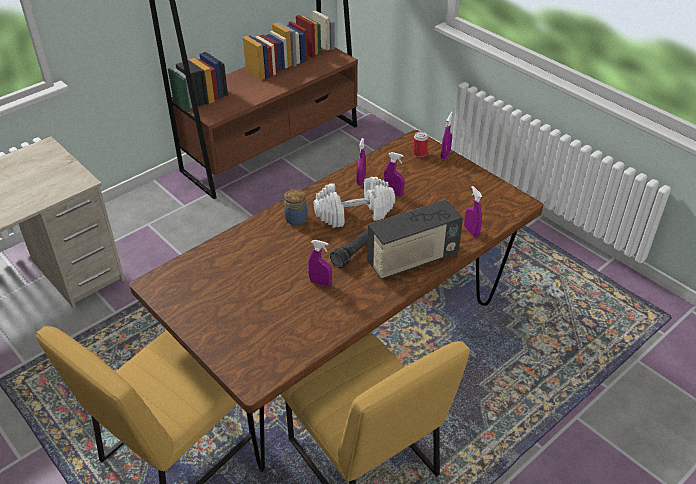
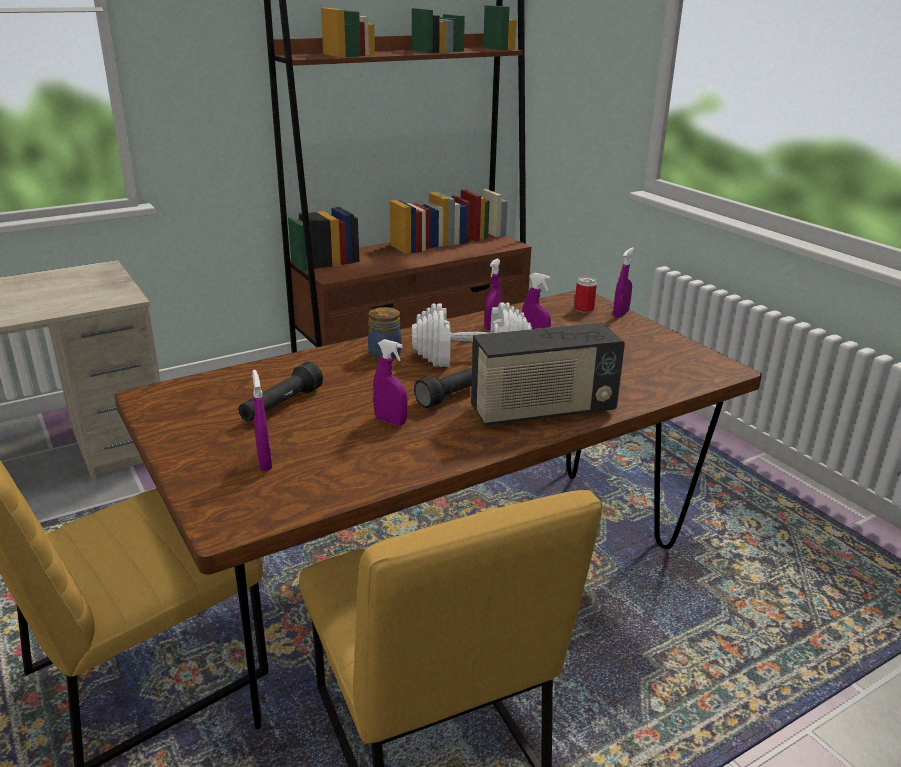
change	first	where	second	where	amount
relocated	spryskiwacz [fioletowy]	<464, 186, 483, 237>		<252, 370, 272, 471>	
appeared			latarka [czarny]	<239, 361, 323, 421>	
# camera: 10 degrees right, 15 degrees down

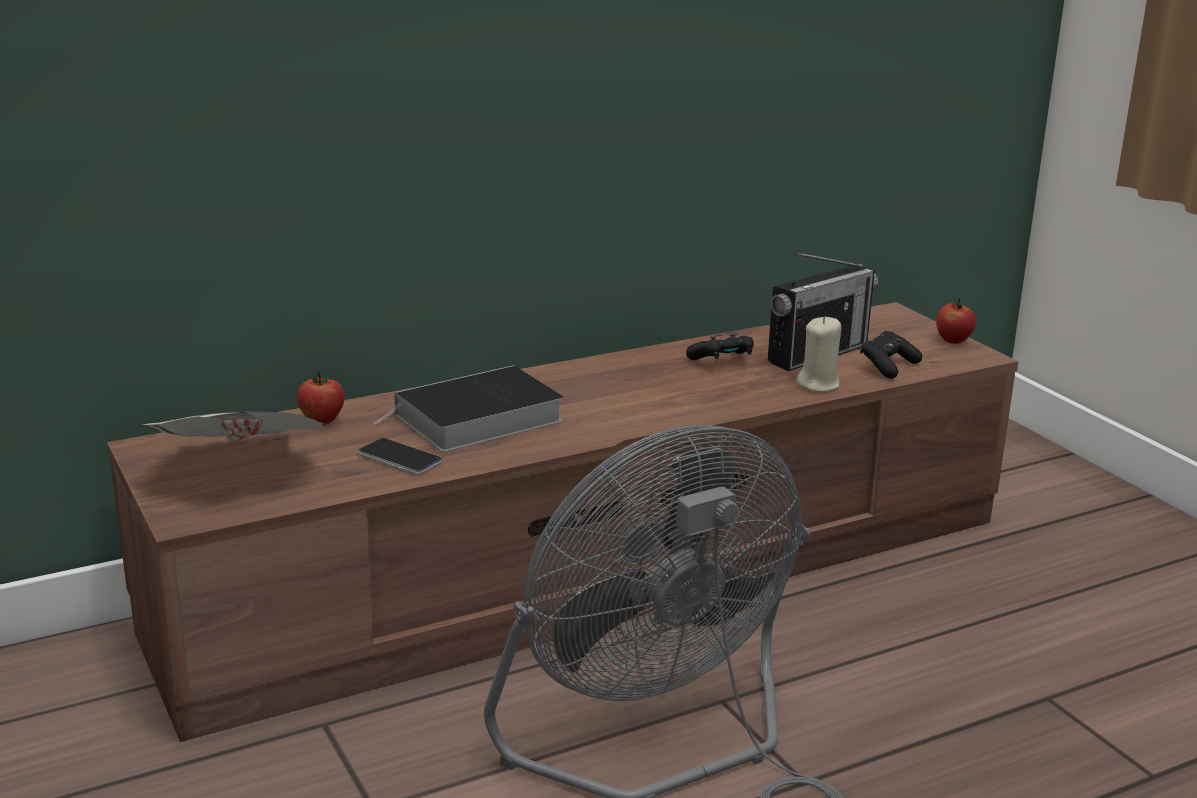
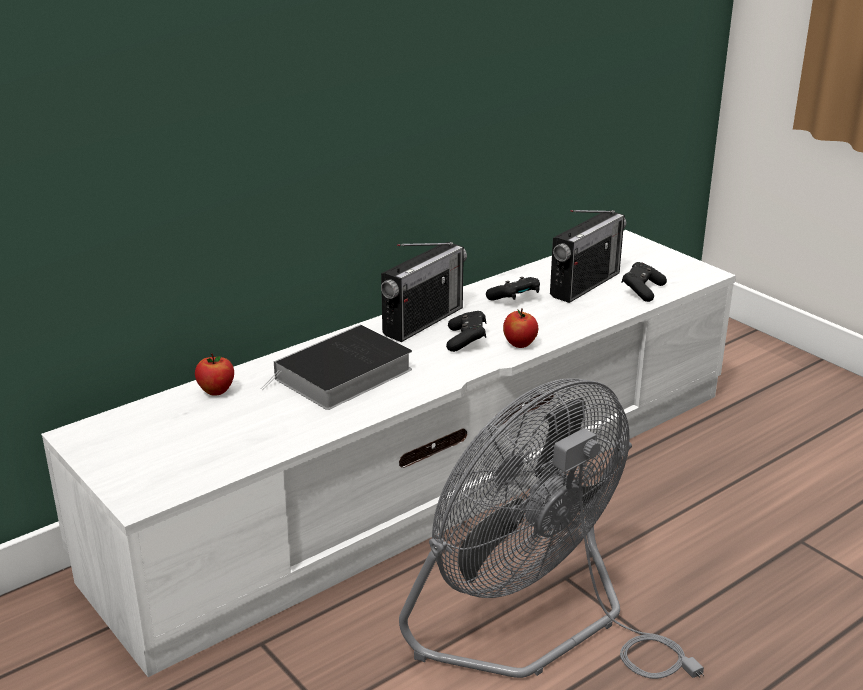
change	first	where	second	where	amount
relocated	jabłko	<936, 298, 976, 344>		<503, 308, 538, 348>	
colour	szafka pod telewizor [brązowy]	<107, 302, 1018, 742>	szafka pod telewizor [biały]	<41, 230, 736, 677>	
missing	świeca [beżowy]	<796, 316, 842, 392>			
missing	gazeta	<142, 411, 326, 443>			
missing	telefon	<357, 438, 443, 475>			
appeared			radio	<381, 242, 467, 342>	
appeared			pad do gier [czarny]	<446, 311, 487, 352>	
# camera: 10 degrees left, 5 degrees up

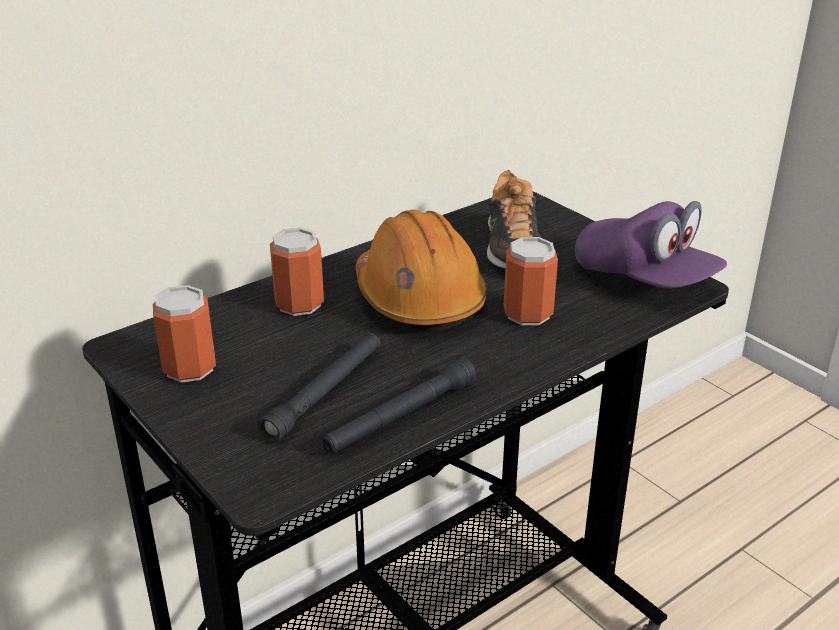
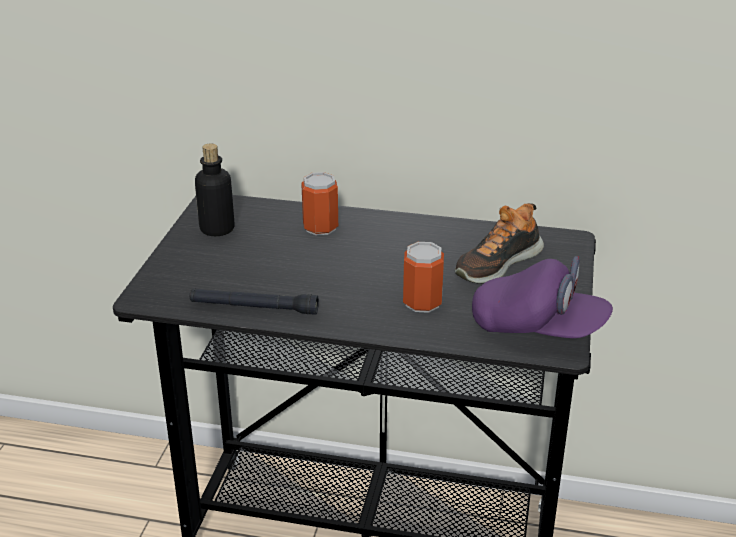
change	first	where	second	where	amount
spun	czapka z daszkiem [fioletowy]	<575, 201, 727, 288>		<472, 256, 613, 338>	75 degrees counterclockwise
missing	kask [pomarańczowy]	<356, 210, 487, 330>			
exchanged	puszka	<153, 285, 216, 383>	butelka	<195, 144, 235, 236>	
missing	latarka [czarny]	<258, 333, 380, 442>			
# camera: 50 degrees right, 0 degrees up

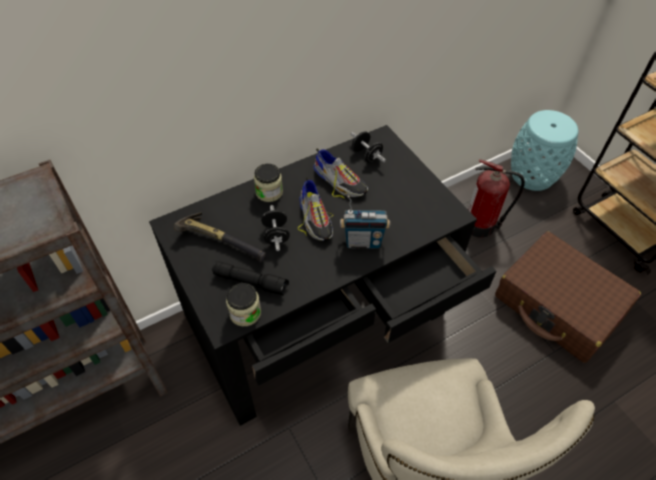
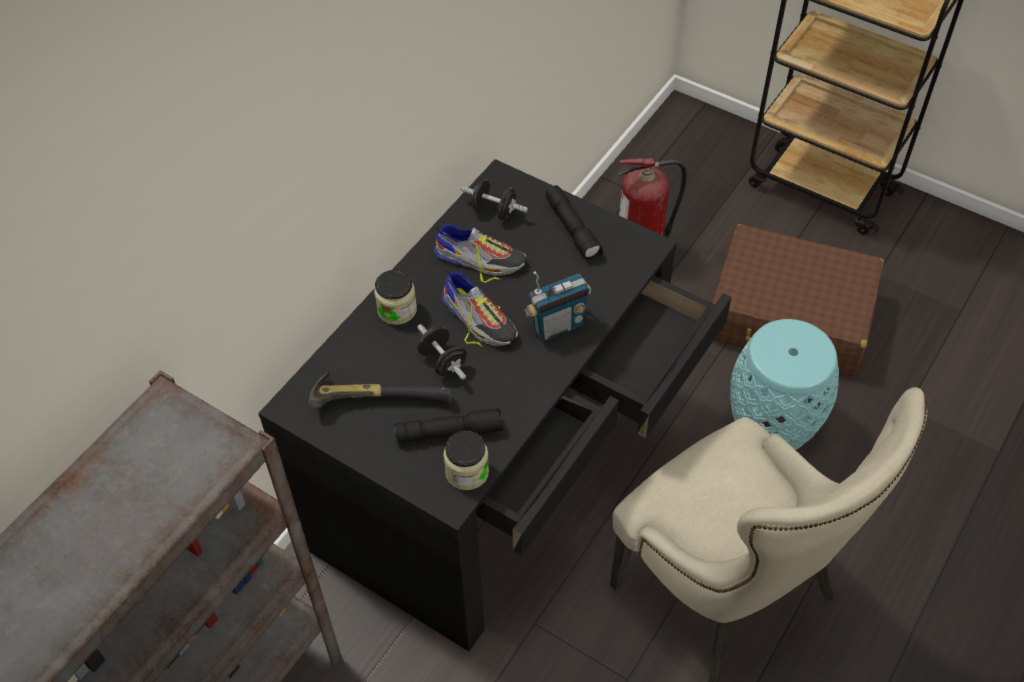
change	first	where	second	where	amount
relocated	stołek [turkusowy]	<511, 110, 578, 191>		<730, 319, 839, 450>	
appeared			latarka [czarny]	<546, 185, 603, 261>	
# camera: 25 degrees left, 0 degrees up

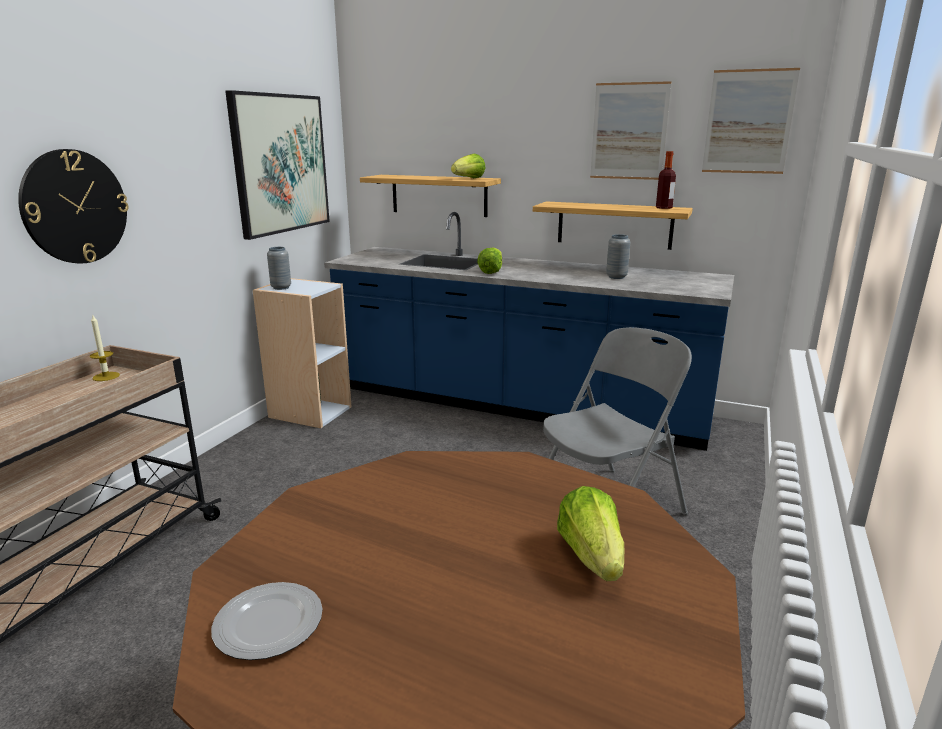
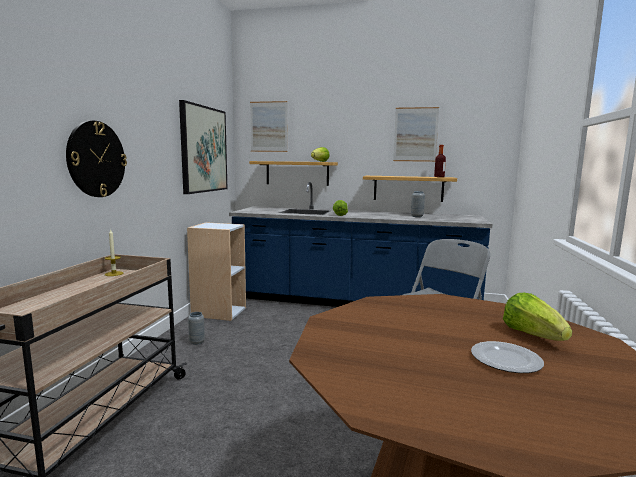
change	first	where	second	where	amount
relocated	obraz	<702, 68, 800, 174>		<250, 101, 288, 152>	
relocated	wazon [szary]	<267, 247, 291, 290>		<188, 312, 205, 345>	
relocated	talerz	<211, 582, 323, 660>		<471, 341, 544, 373>	
# camera: 10 degrees left, 10 degrees down

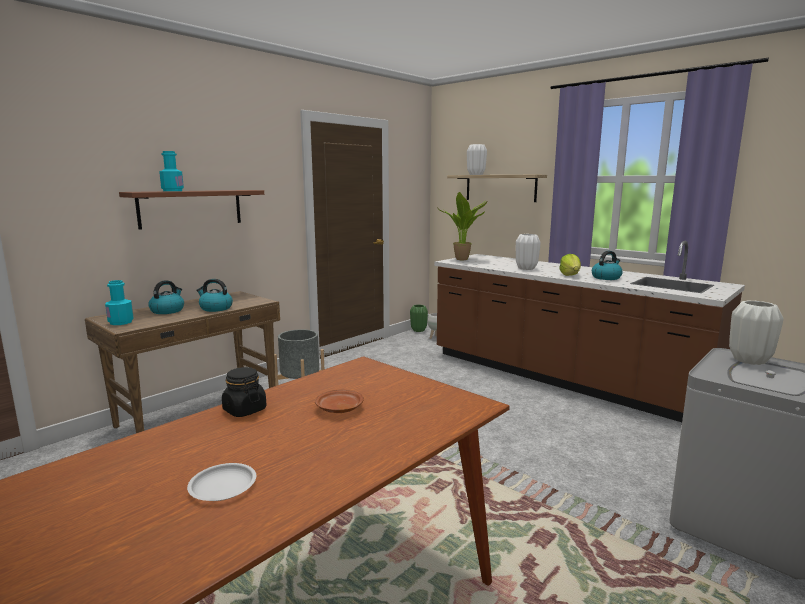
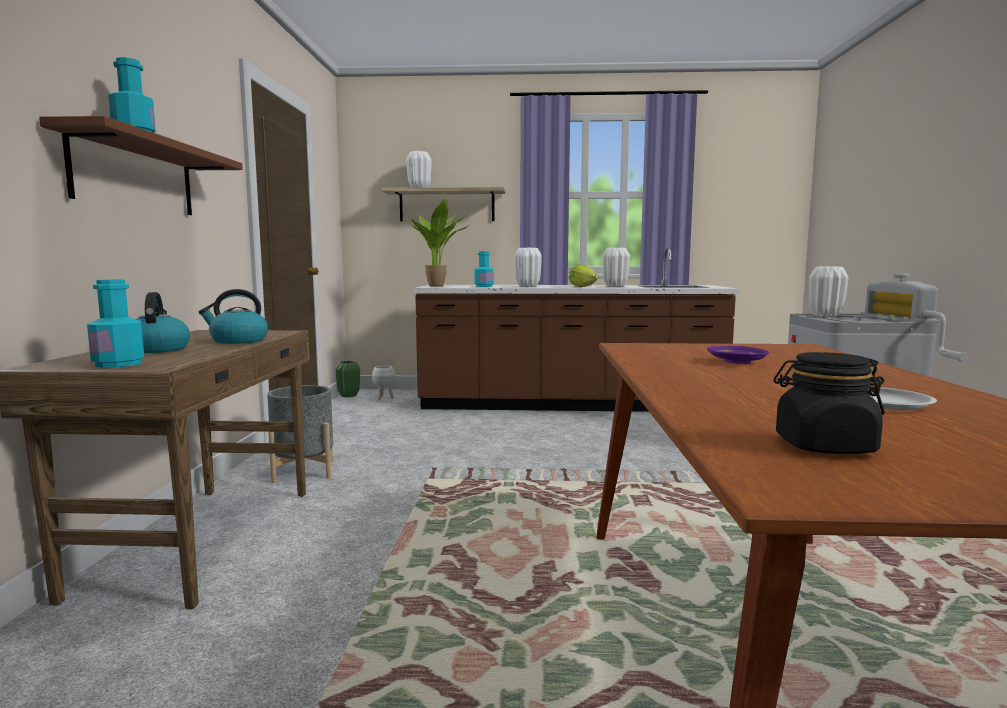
change	first	where	second	where	amount
exchanged	czajnik	<592, 251, 623, 280>	wazon [biały]	<602, 248, 630, 287>	
relocated	słoik [czarny]	<222, 367, 267, 417>		<773, 352, 885, 454>	
colour	talerz [brązowy]	<315, 389, 364, 413>	talerz [fioletowy]	<707, 346, 769, 364>	
appeared			butelka [turkusowy]	<474, 251, 494, 287>	
# camera: 40 degrees left, 5 degrees down

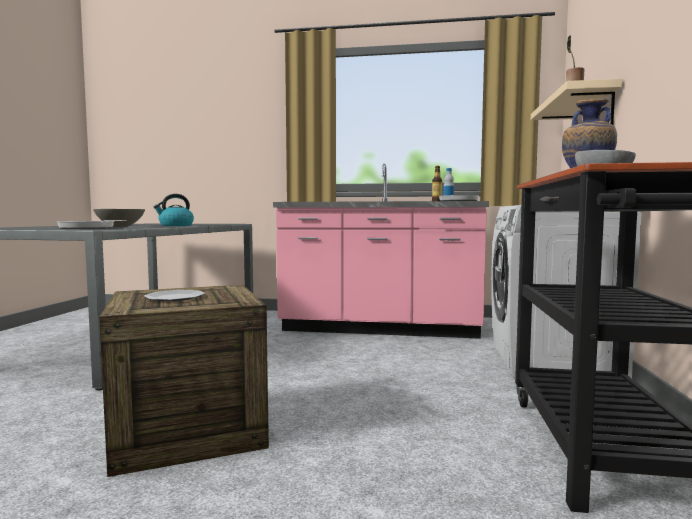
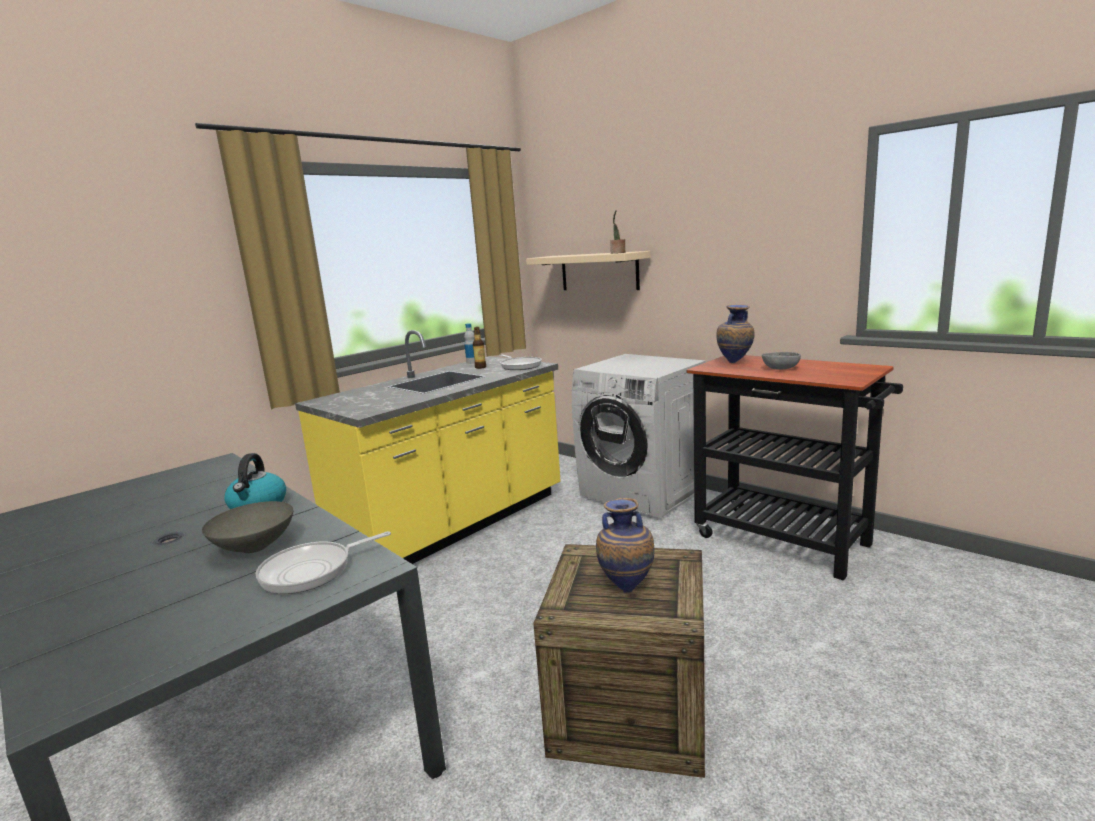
change	first	where	second	where	amount
colour	zabudowa kuchenna [różowy]	<273, 164, 489, 339>	zabudowa kuchenna [żółty]	<295, 330, 561, 564>	
exchanged	talerz	<144, 290, 205, 301>	wazon	<596, 498, 655, 593>	
# camera: 55 degrees left, 10 degrees up

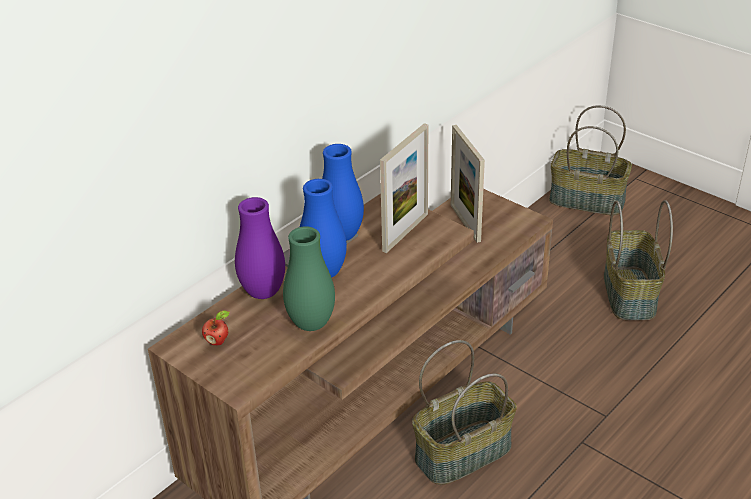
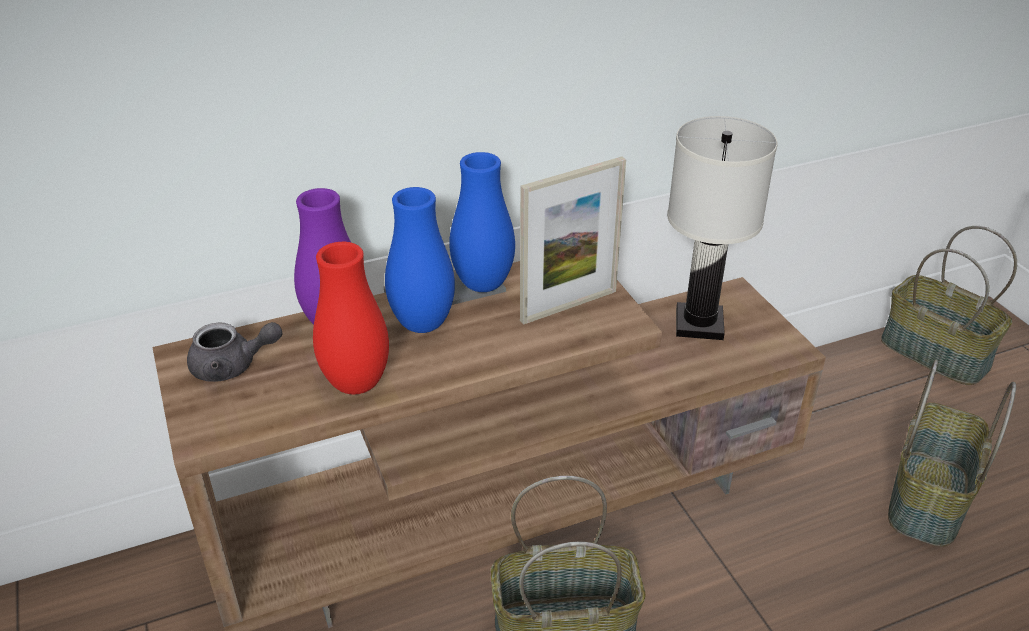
change	first	where	second	where	amount
exchanged	ramka na zdjęcie	<451, 125, 485, 243>	lampa stołowa [biały]	<667, 116, 777, 340>	
colour	wazon [zielony]	<283, 226, 335, 331>	wazon [czerwony]	<313, 242, 389, 395>	
exchanged	jabłko	<202, 311, 230, 345>	imbryk [szary]	<187, 322, 282, 382>	
# camera: 25 degrees right, 0 degrees up

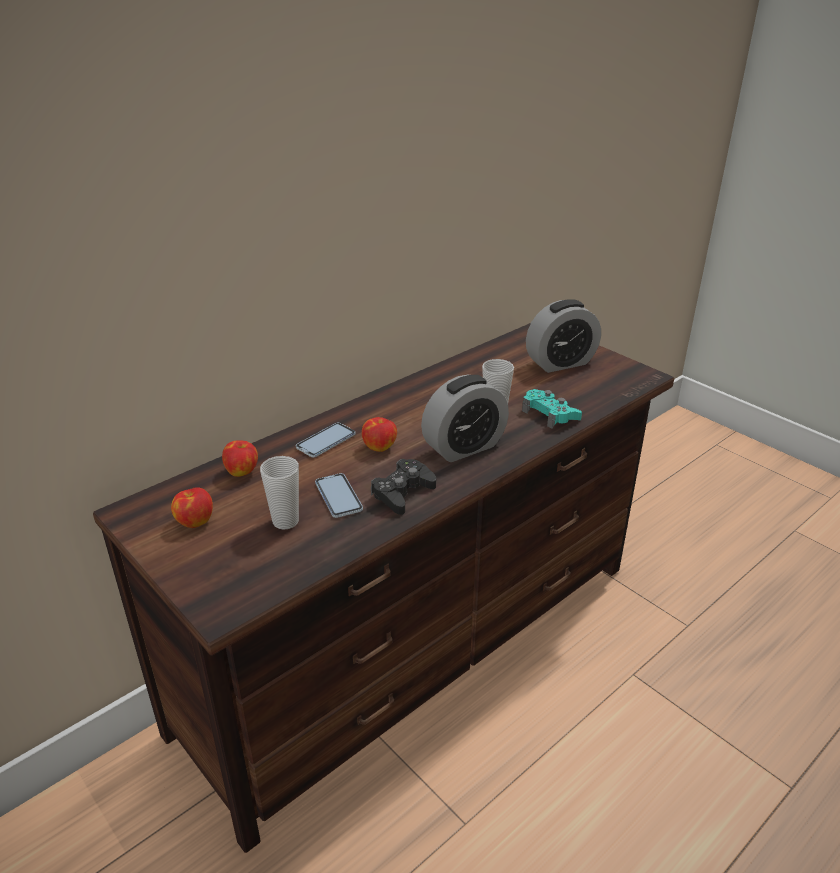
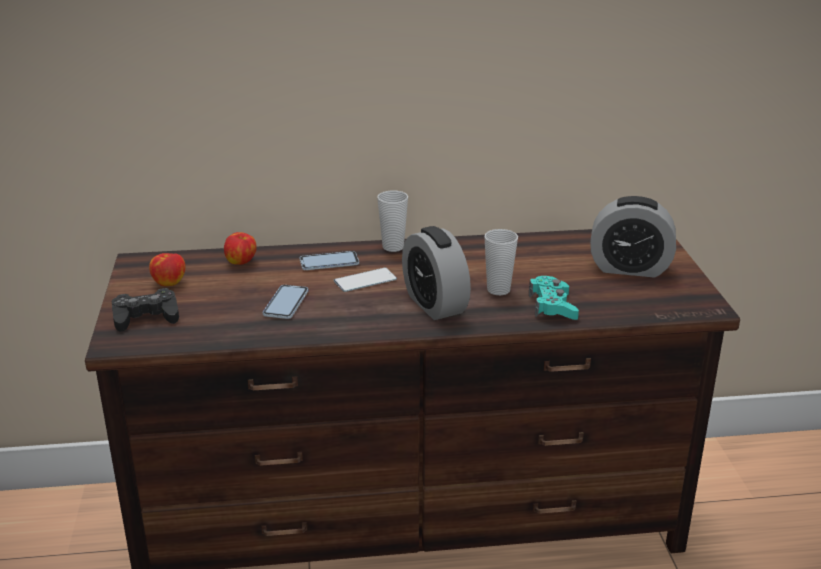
change	first	where	second	where	amount
spun	budzik	<421, 375, 509, 462>		<402, 226, 471, 320>	60 degrees clockwise
exchanged	jabłko	<362, 417, 397, 452>	telefon	<334, 268, 397, 292>	
relocated	filiżanka	<260, 456, 299, 530>		<377, 190, 408, 252>	
relocated	pad do gier [czarny]	<371, 459, 436, 515>		<112, 288, 179, 332>	
# camera: 35 degrees right, 5 degrees down

